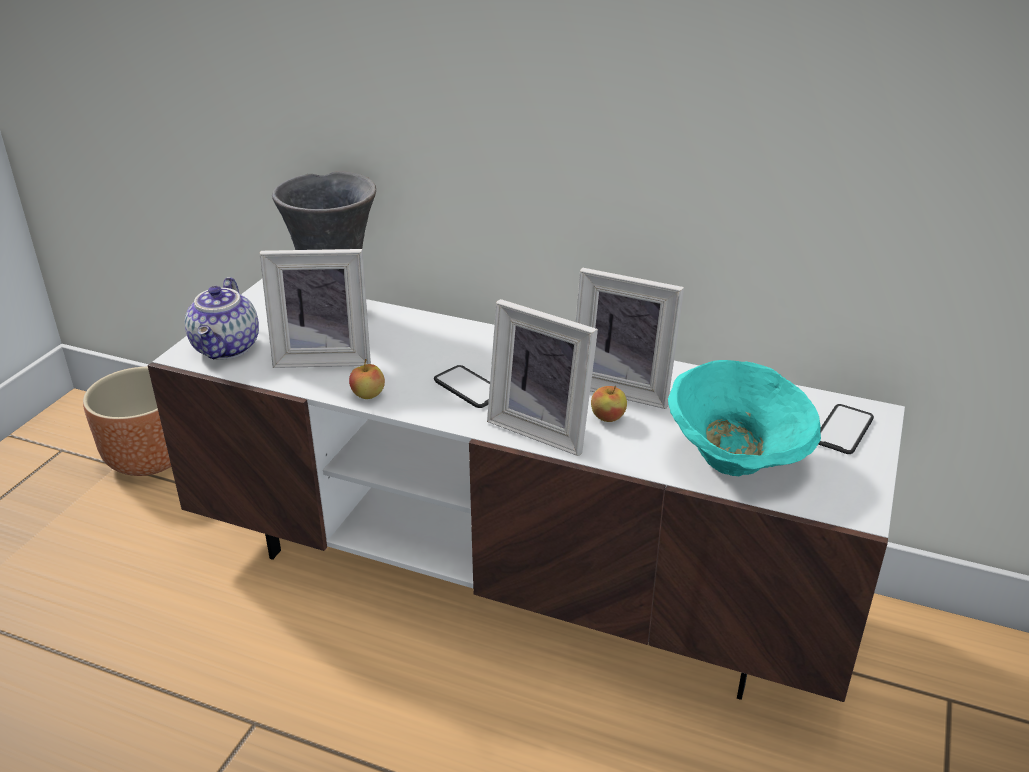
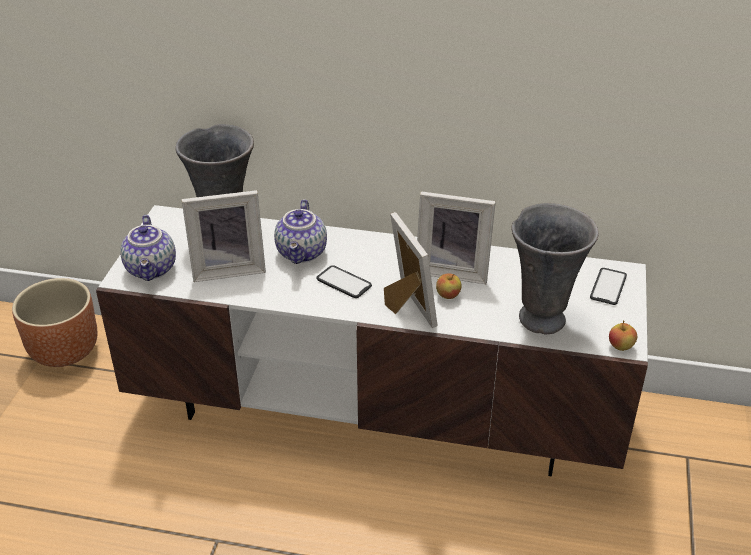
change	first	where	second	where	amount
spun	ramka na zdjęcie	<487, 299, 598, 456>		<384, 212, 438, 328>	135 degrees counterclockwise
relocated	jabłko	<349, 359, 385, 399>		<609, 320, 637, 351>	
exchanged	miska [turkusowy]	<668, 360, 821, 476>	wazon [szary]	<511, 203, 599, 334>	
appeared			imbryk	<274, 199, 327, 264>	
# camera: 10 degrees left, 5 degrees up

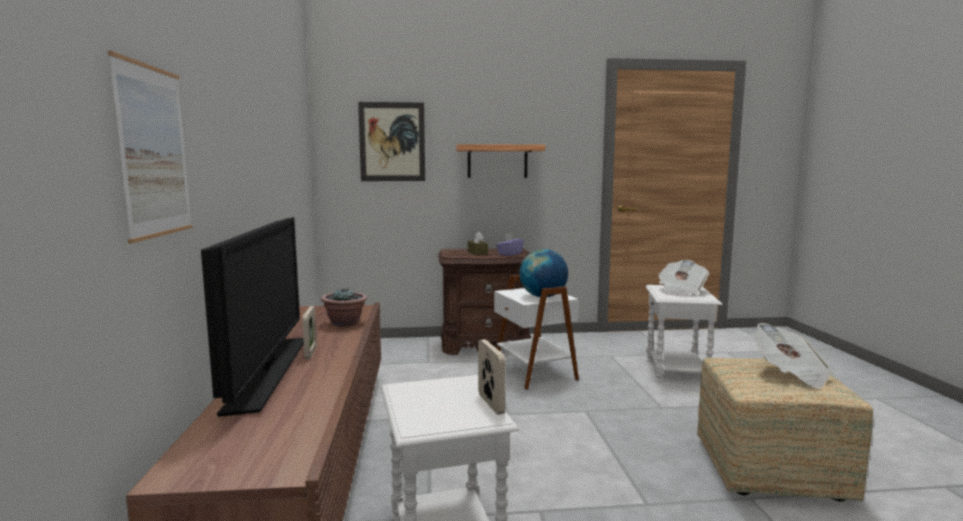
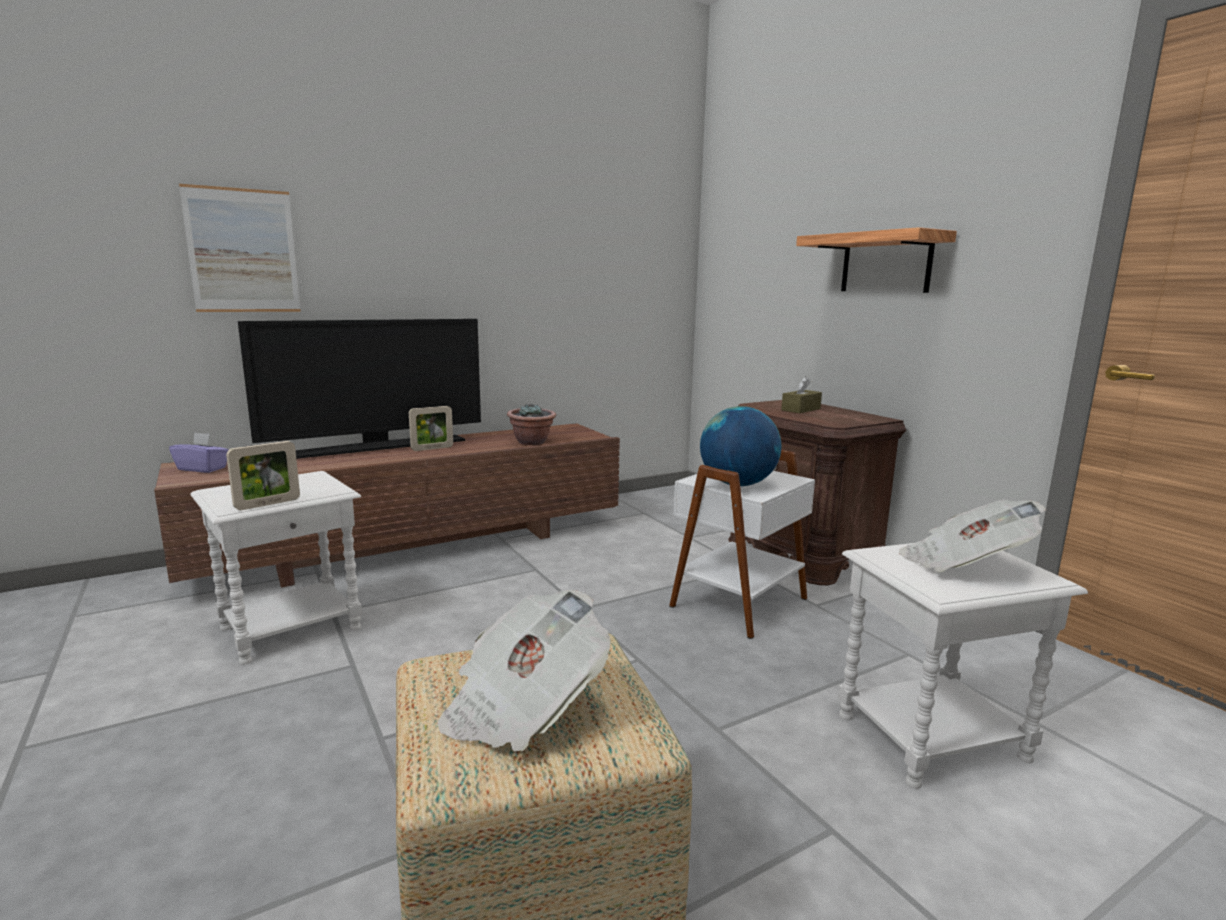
change	first	where	second	where	amount
missing	obraz	<358, 102, 425, 181>			
relocated	pudełko chusteczek [fioletowy]	<496, 233, 524, 256>		<169, 432, 229, 473>	
# camera: 65 degrees right, 5 degrees up

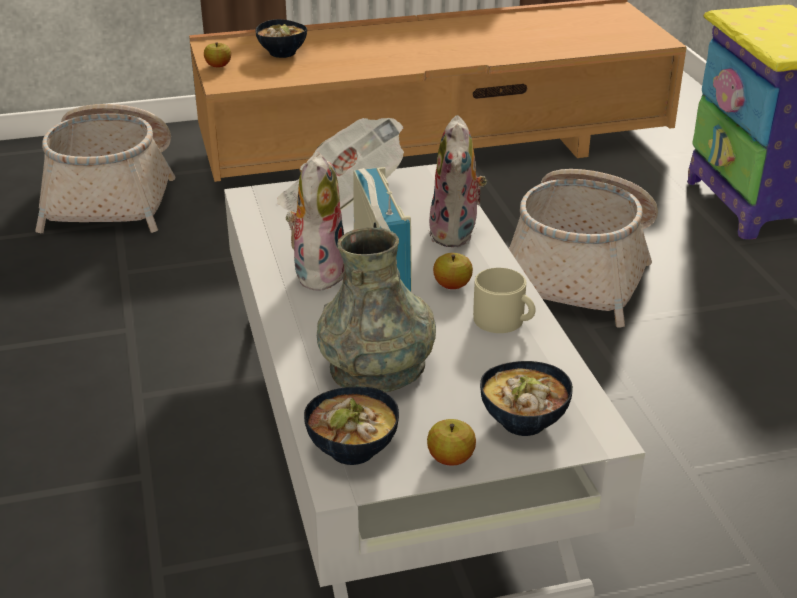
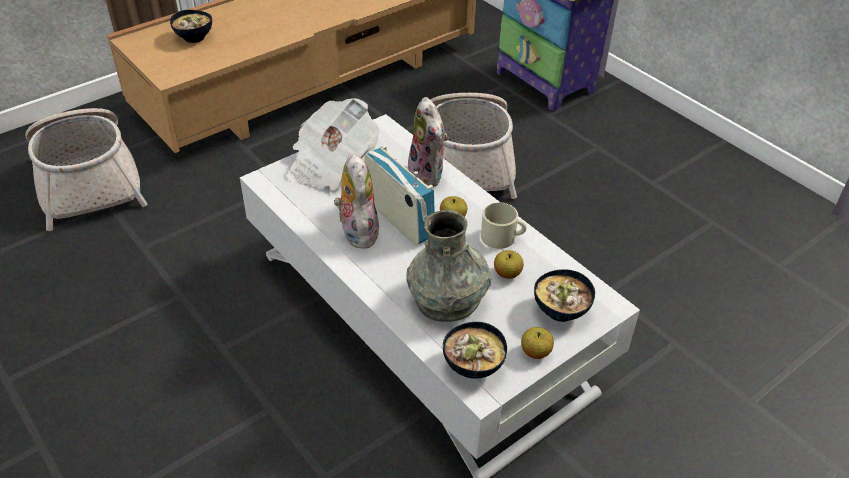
change	first	where	second	where	amount
relocated	jabłko	<204, 42, 231, 68>		<494, 250, 524, 279>	
# camera: 25 degrees left, 10 degrees up

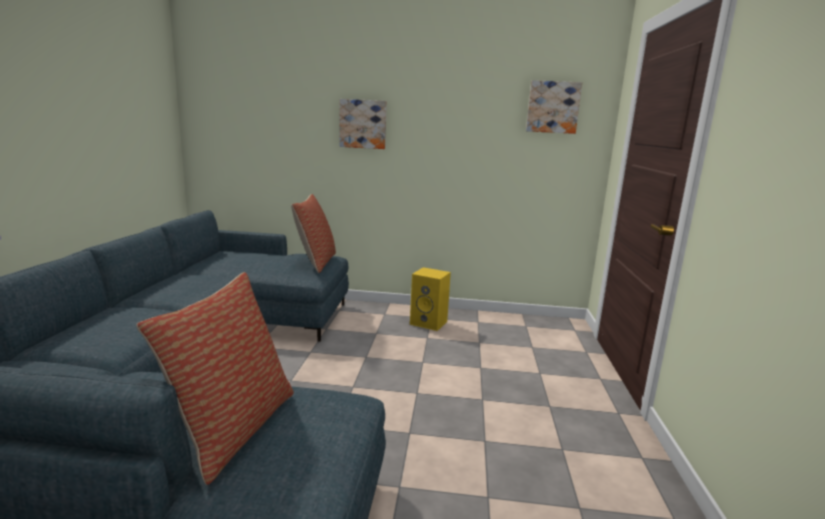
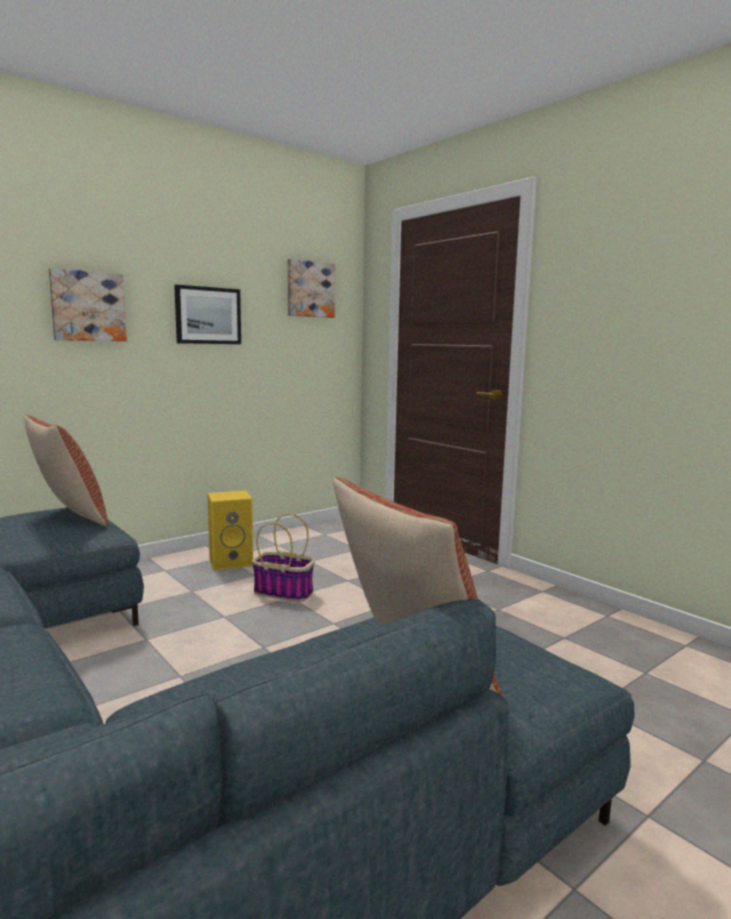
change	first	where	second	where	amount
appeared			obraz	<174, 285, 241, 344>	
appeared			koszyk	<252, 513, 315, 602>	
# camera: 45 degrees left, 5 degrees down

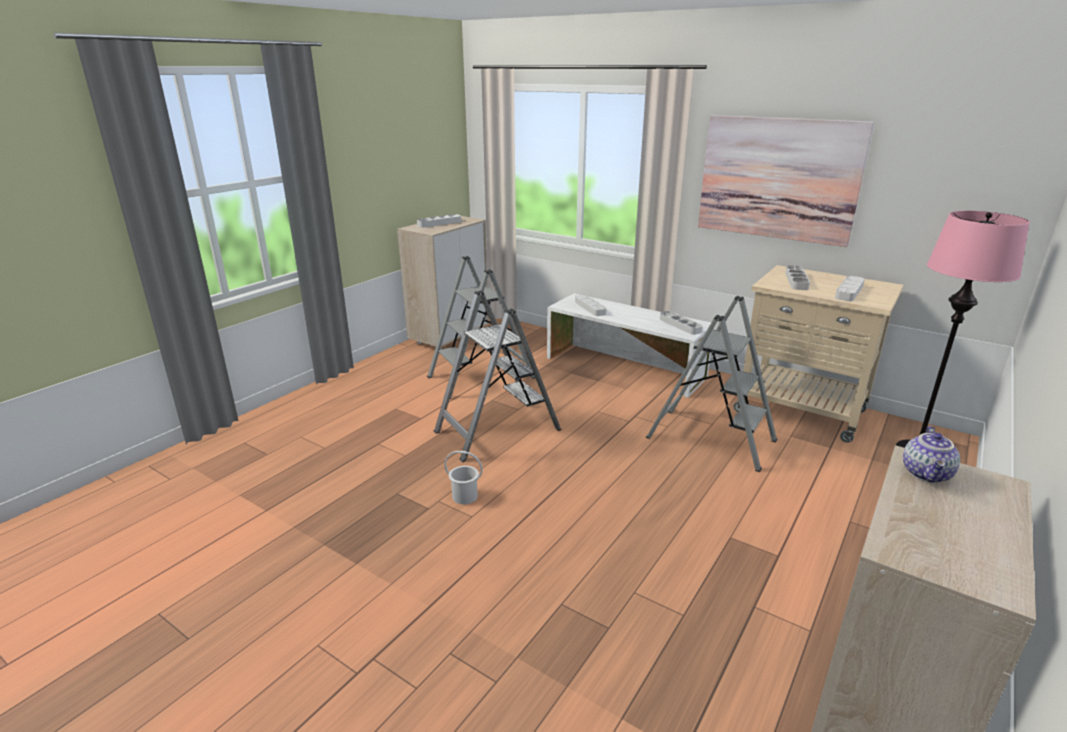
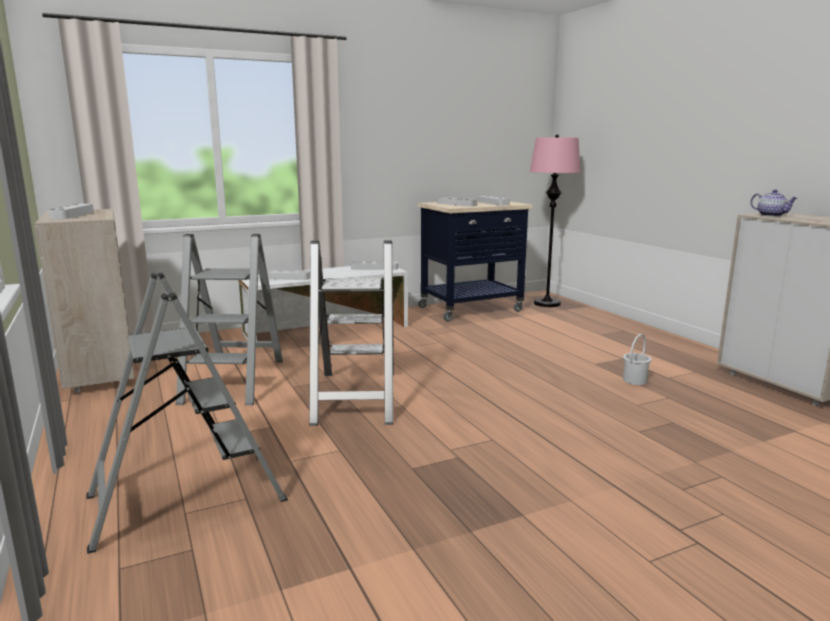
change	first	where	second	where	amount
missing	obraz	<698, 115, 875, 247>			
colour	wózek [beżowy]	<733, 265, 903, 443>	wózek [niebieski]	<418, 200, 533, 321>	
relocated	drabinka [szary]	<645, 296, 778, 472>		<87, 273, 288, 554>	
relocated	wiadro [biały]	<444, 451, 483, 504>		<623, 334, 652, 385>	
# camera: 60 degrees left, 10 degrees down

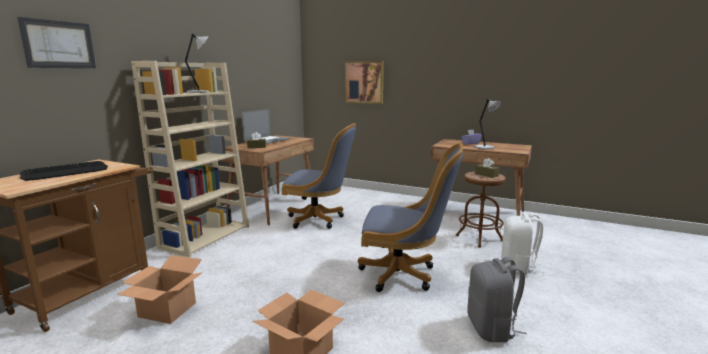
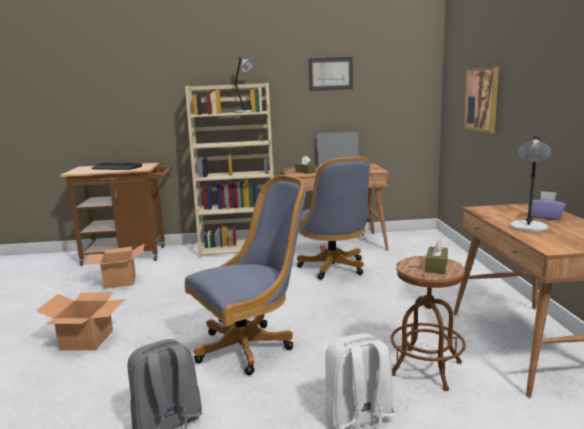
change	first	where	second	where	amount
relocated	obraz	<17, 17, 96, 68>		<308, 57, 353, 91>	
spun	krzesło biurowe [niebieski]	<358, 143, 463, 292>		<185, 175, 305, 376>	105 degrees counterclockwise
# camera: 60 degrees right, 0 degrees up

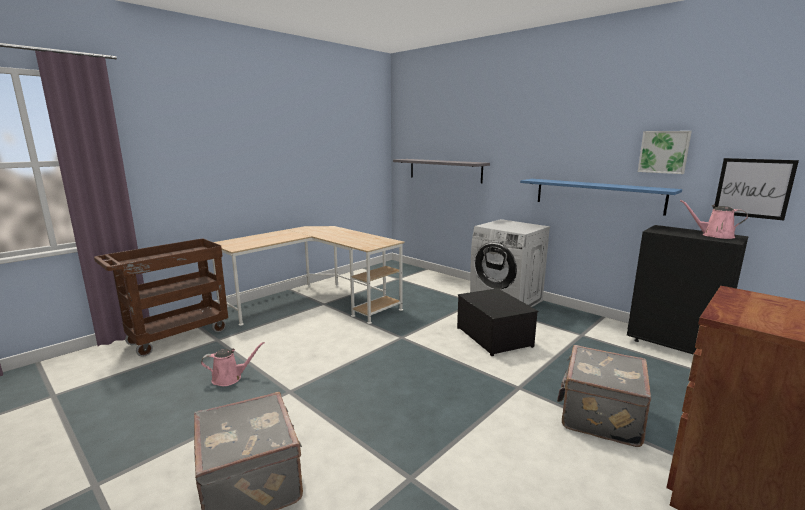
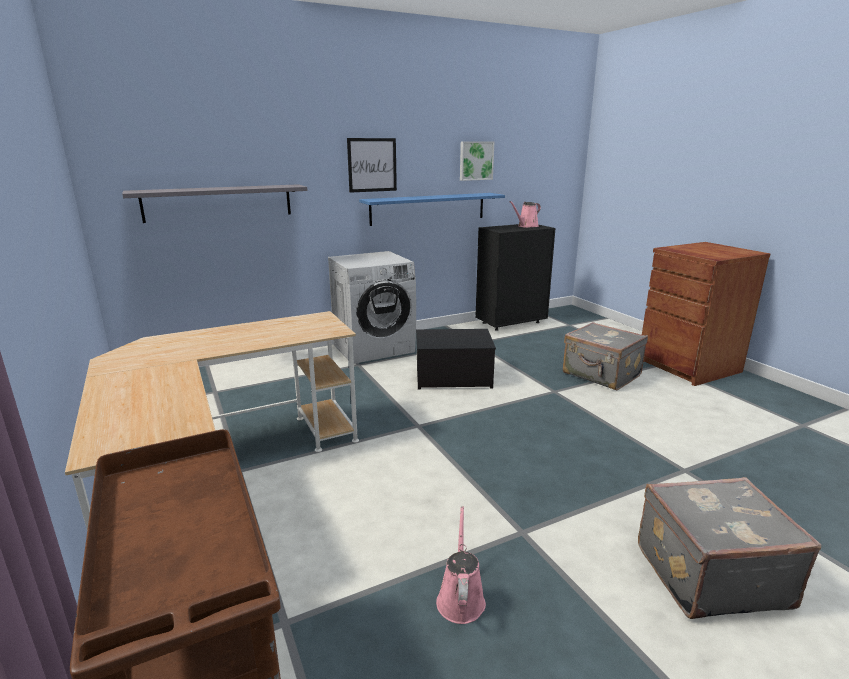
change	first	where	second	where	amount
relocated	obraz	<715, 158, 799, 220>		<347, 138, 397, 193>	
# camera: 70 degrees left, 5 degrees up

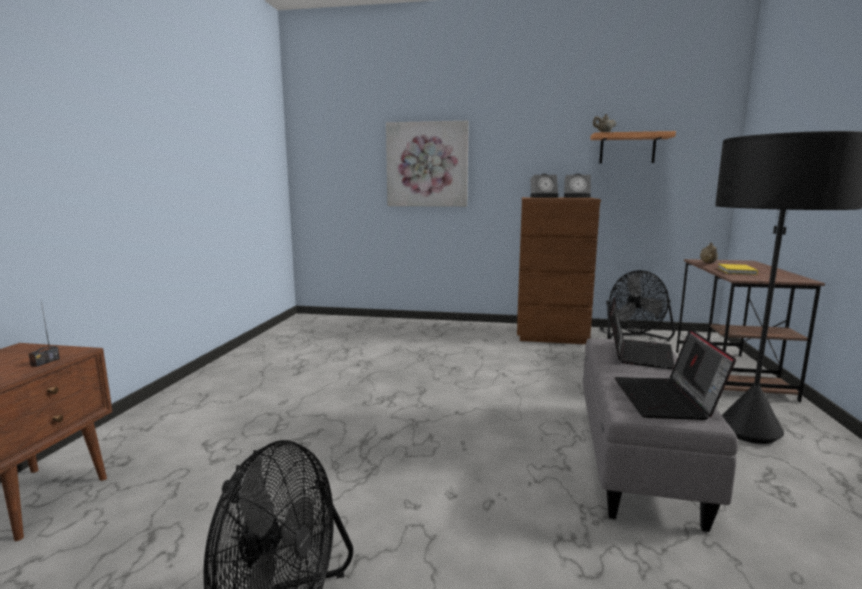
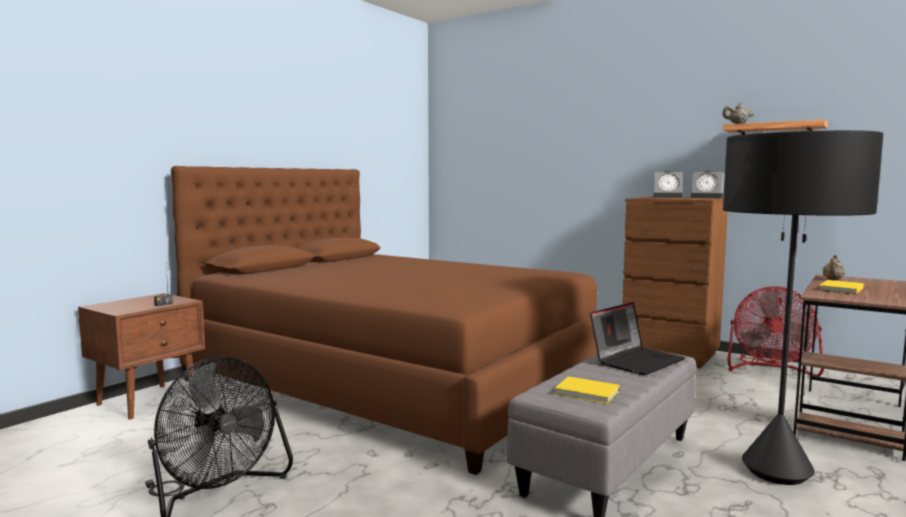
change	first	where	second	where	amount
missing	obraz	<386, 121, 469, 207>			
colour	wentylator [czarny]	<600, 270, 675, 341>	wentylator [czerwony]	<728, 286, 824, 377>	
exchanged	laptop	<614, 329, 736, 420>	książka [żółty]	<554, 376, 620, 404>	
appeared			łóżko [brązowy]	<171, 166, 597, 475>	
# camera: 25 degrees right, 5 degrees down

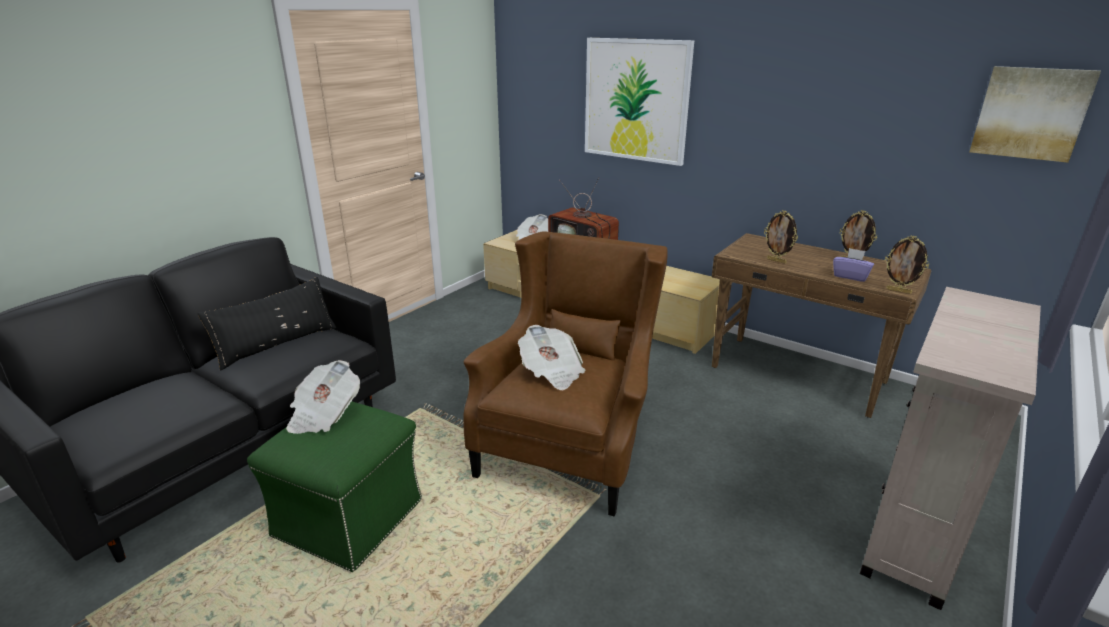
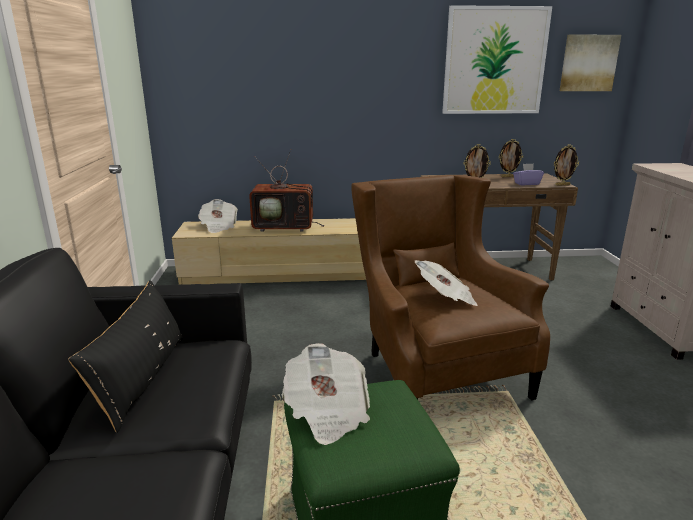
change	first	where	second	where	amount
relocated	obraz	<585, 38, 694, 166>		<442, 5, 552, 114>	
# camera: 40 degrees left, 5 degrees down

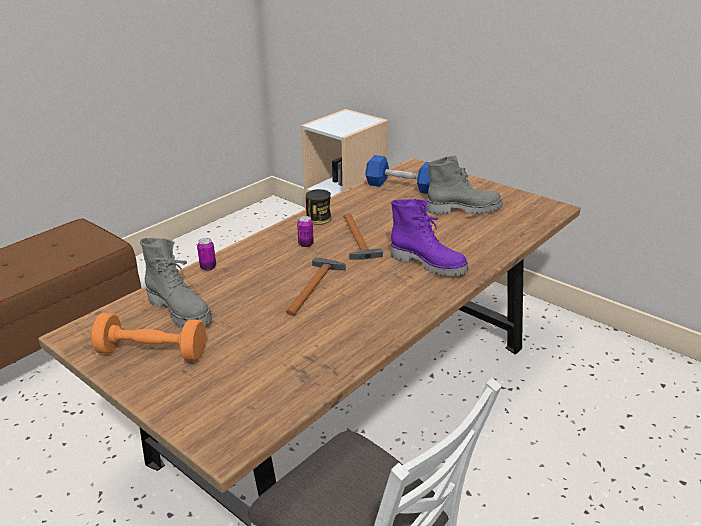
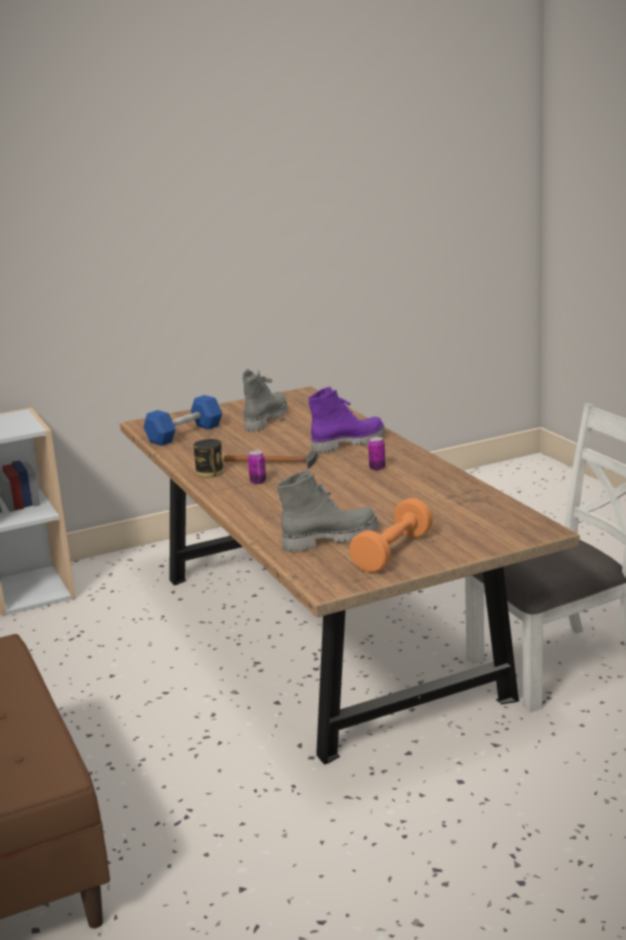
change	first	where	second	where	amount
relocated	puszka	<197, 238, 216, 271>		<368, 437, 386, 470>	
missing	młotek	<286, 257, 346, 316>			
# camera: 65 degrees left, 10 degrees down

